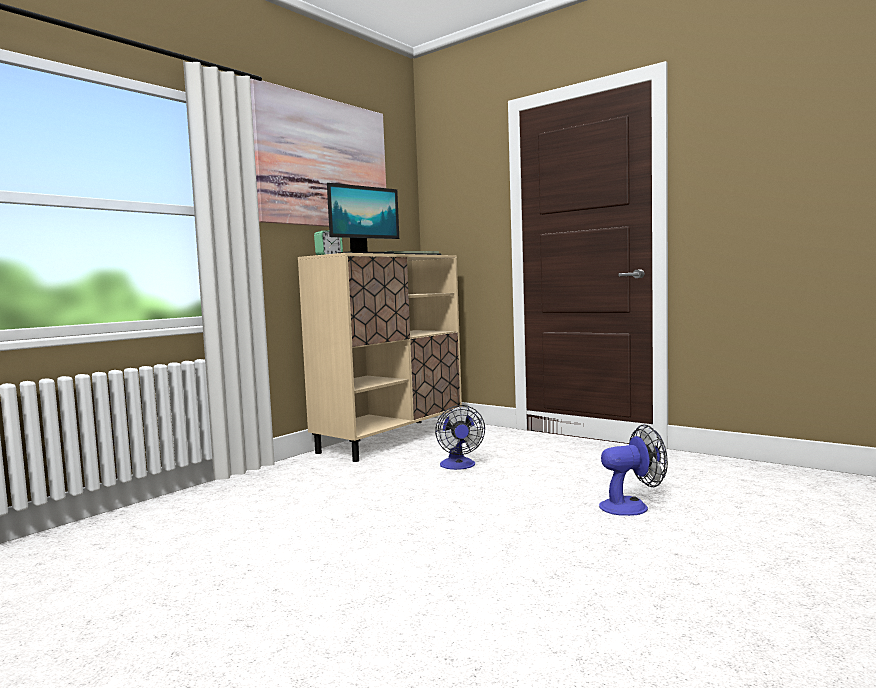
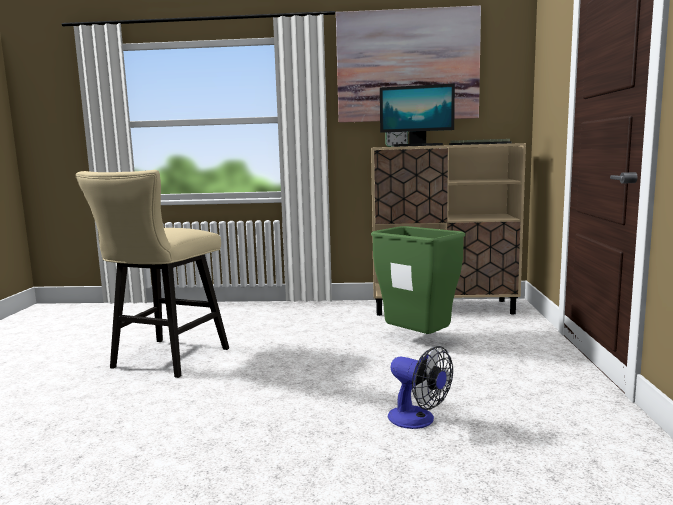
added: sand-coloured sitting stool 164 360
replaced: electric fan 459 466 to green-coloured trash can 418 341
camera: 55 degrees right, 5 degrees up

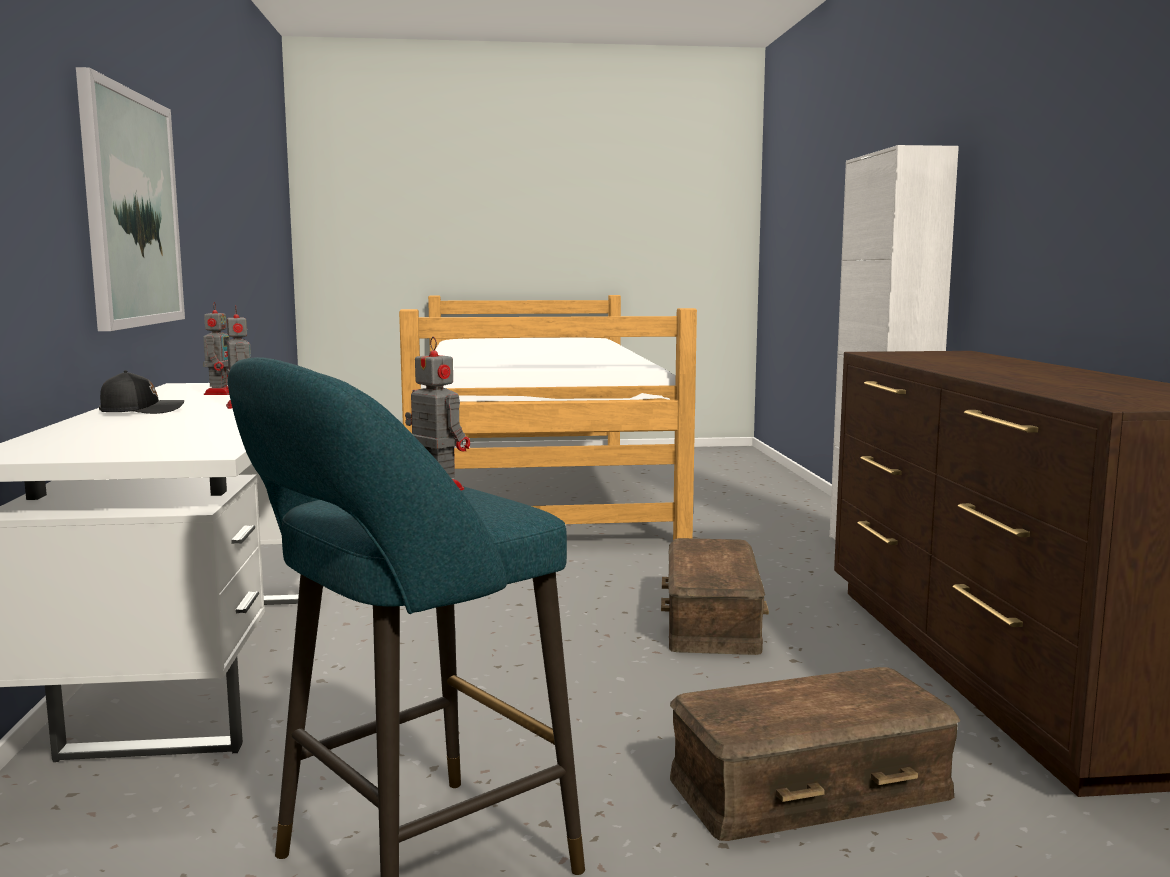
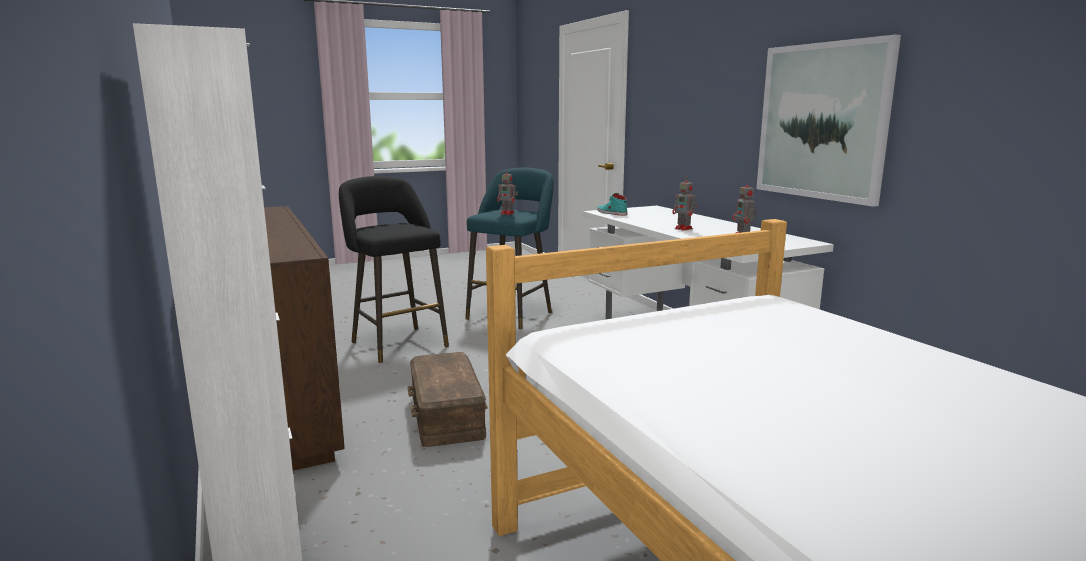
removed: blackish cap 140 411
added: turquoise item of footwear 611 213
replaced: brown storage container 810 788 to blackish sitting stool 397 343
camera: 160 degrees right, 5 degrees up

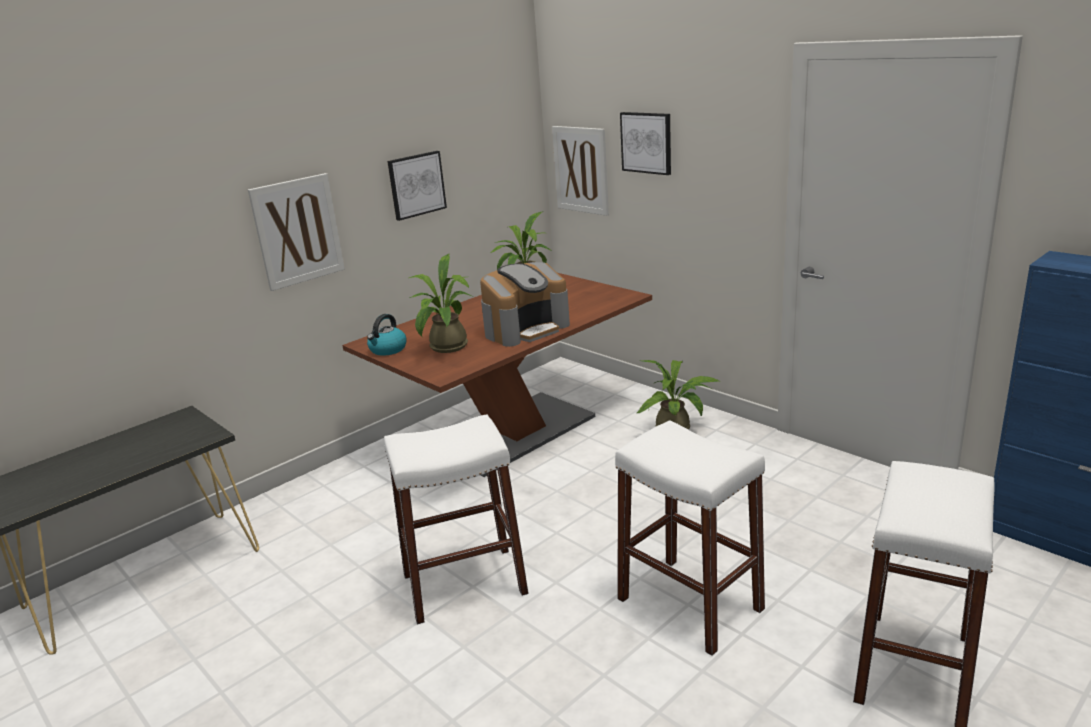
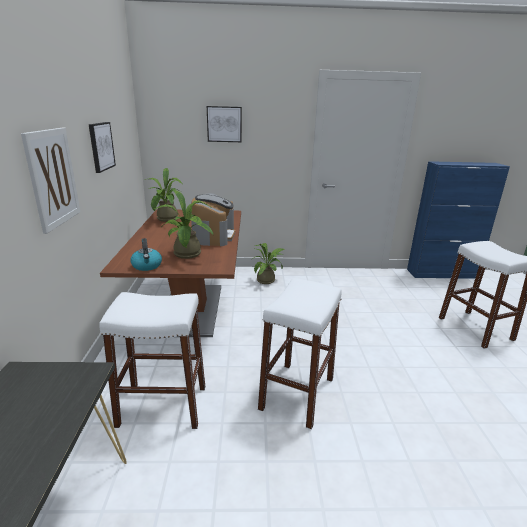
removed: wall picture 581 170
moved: whitish sitting stool 689 604 to 162 406
camera: 50 degrees left, 0 degrees up

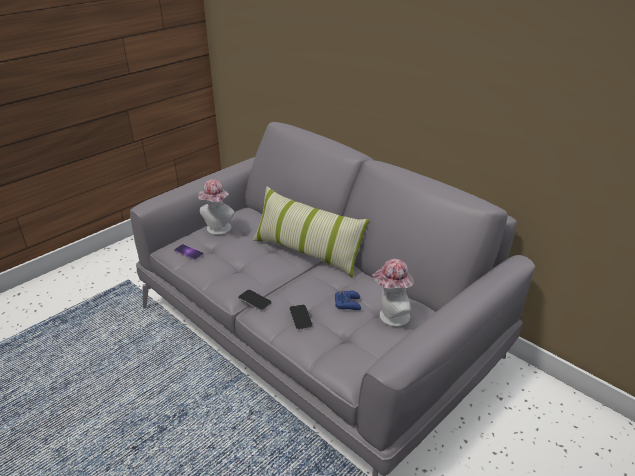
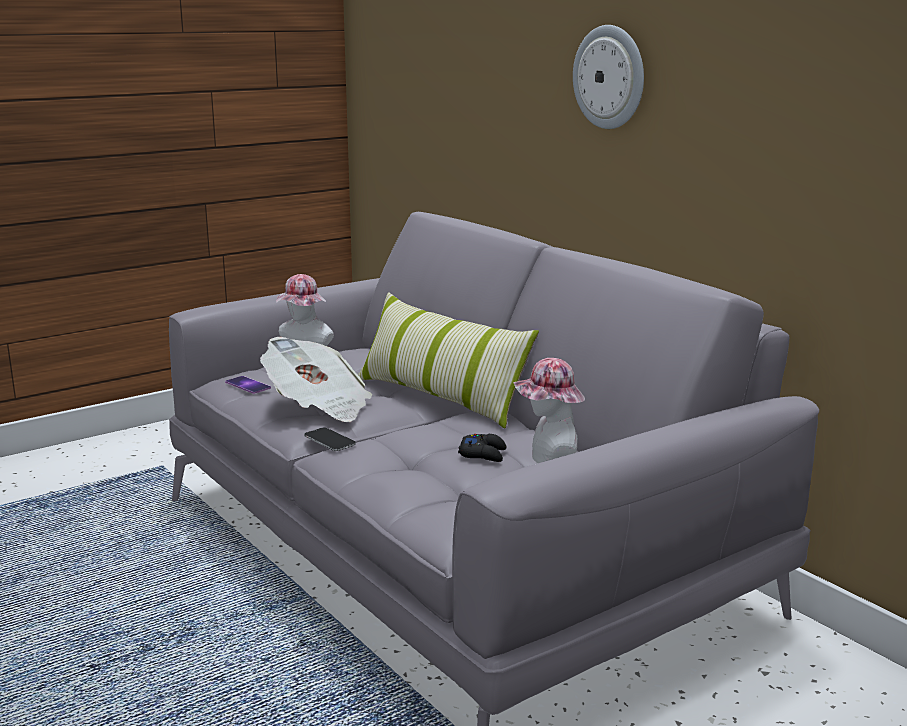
removed: telephone 300 317
added: printed paper 318 406; wall clock 610 77
recoloured: blue game controller 348 303 to blackish game controller 483 454
camera: 10 degrees right, 15 degrees down

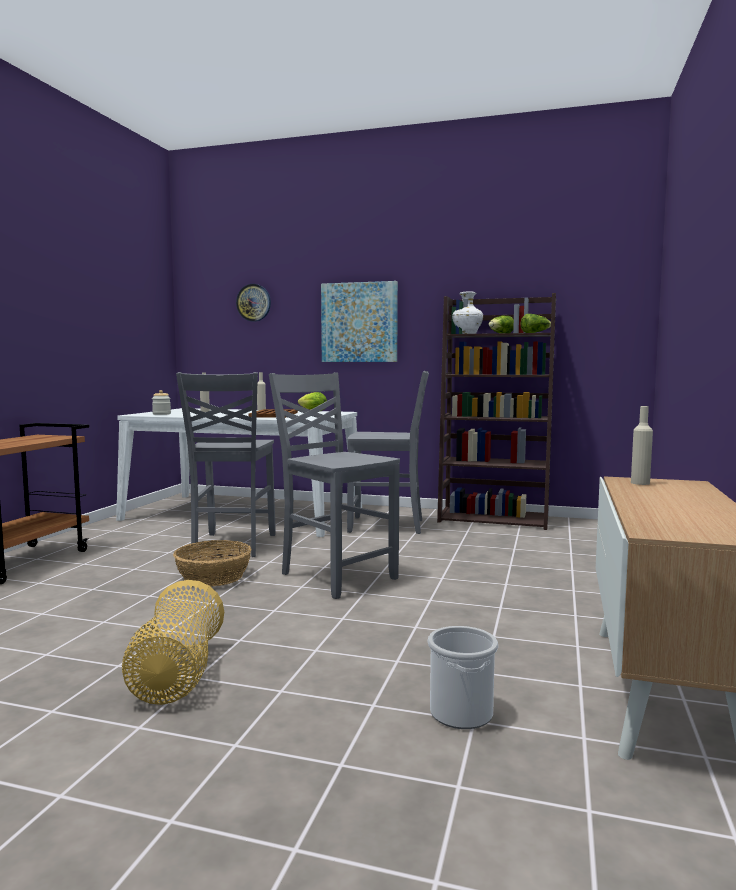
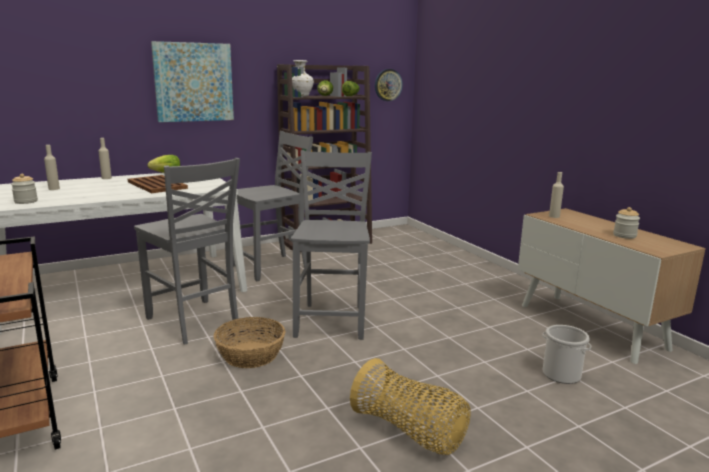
added: jar 624 235
moved: wall clock 254 302 to 388 85
turned: gray upright chair 336 576 = 332 320 90 degrees clockwise
camera: 45 degrees left, 10 degrees up

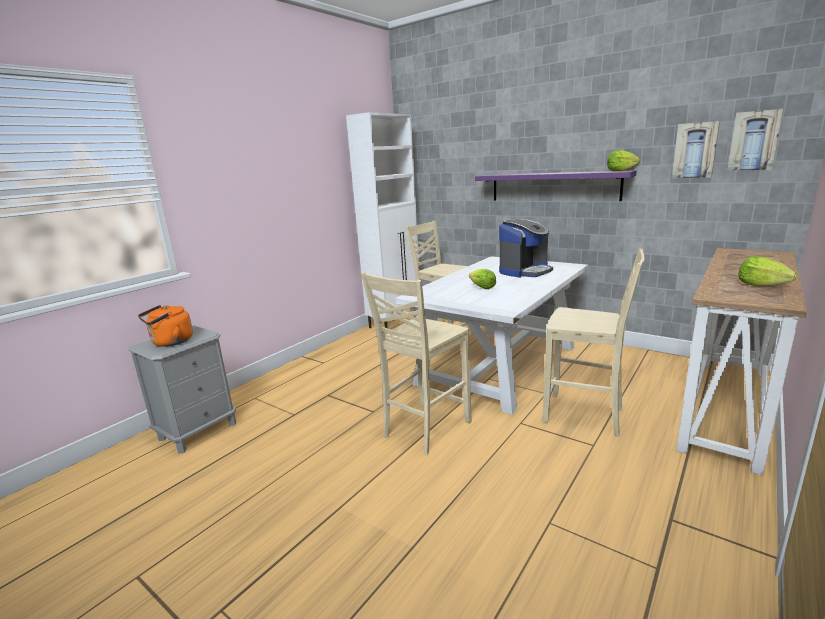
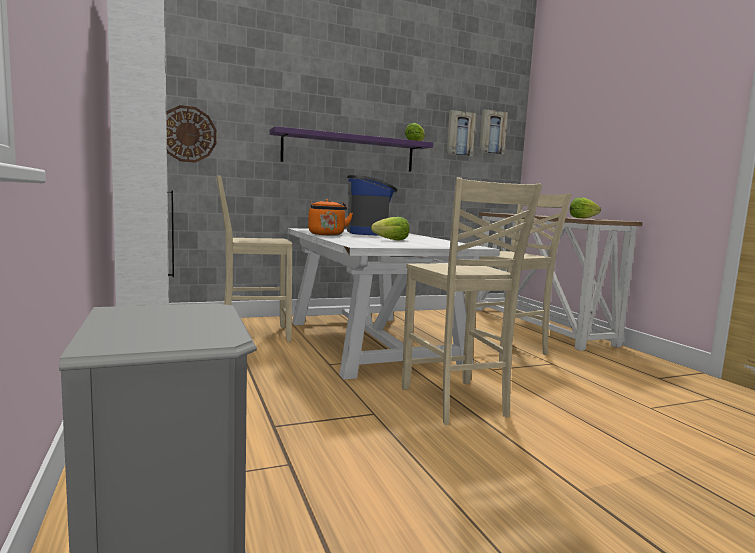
added: wall clock 187 134
moved: orange tea kettle 170 342 to 327 235
camera: 60 degrees left, 10 degrees down

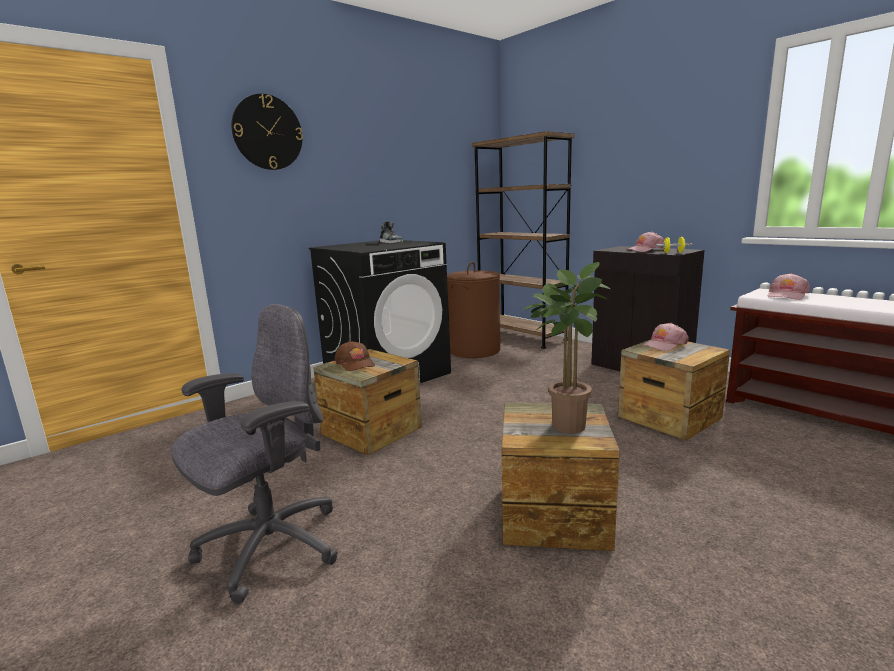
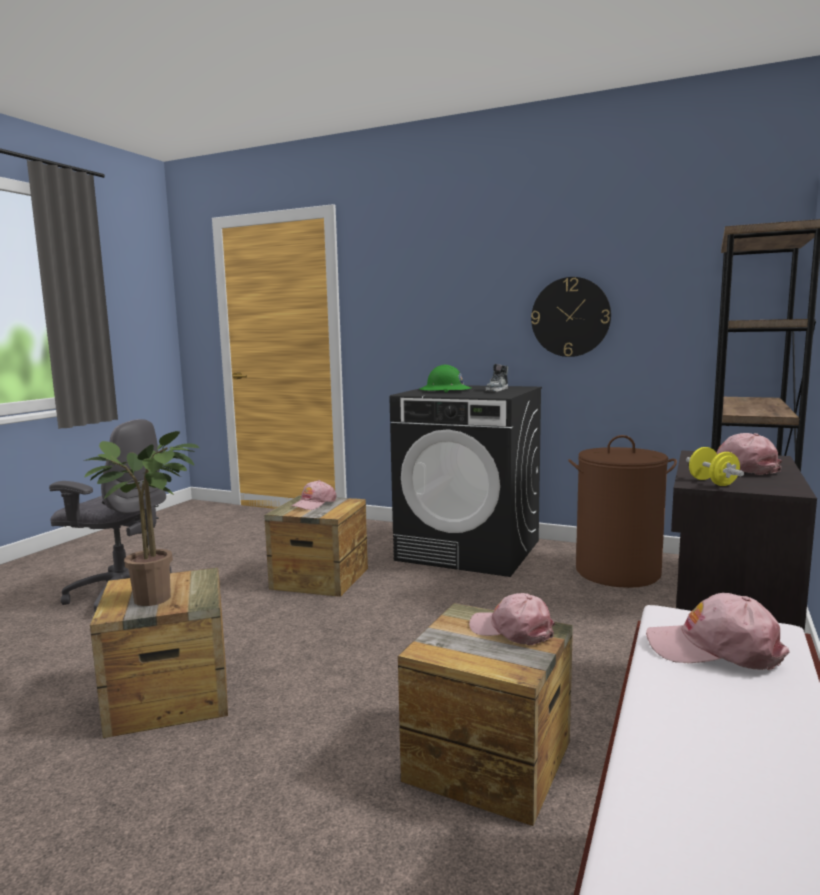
added: green-coloured work helmet 445 390
moved: wall clock 267 132 to 570 317
recoloured: brown cap 355 363 to pink-coloured cap 313 503
camera: 65 degrees right, 5 degrees down

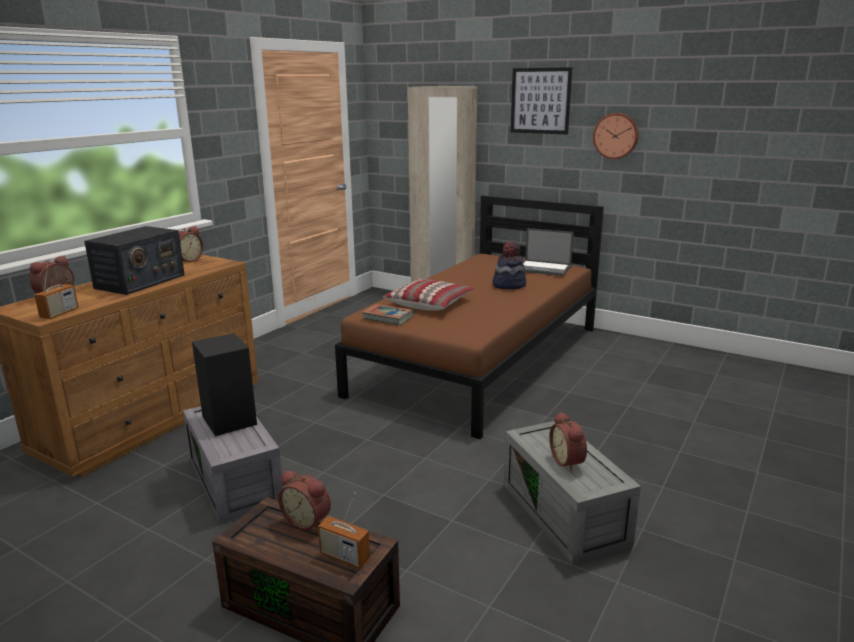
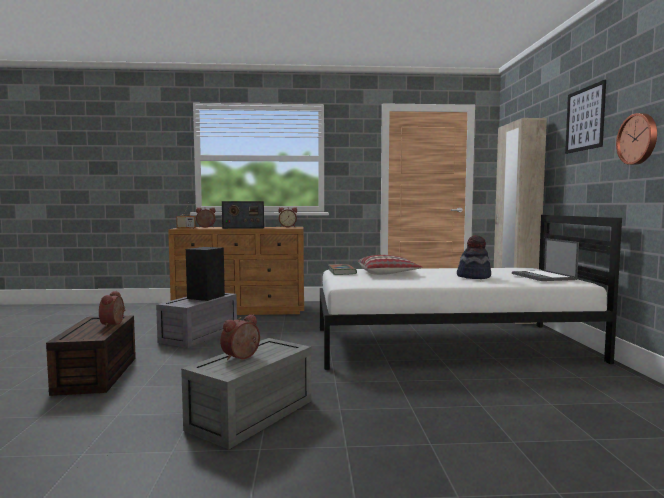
removed: radio set 344 556
recoloured: brown sleeping bed 480 360 to whitish sleeping bed 449 344
camera: 55 degrees right, 15 degrees down

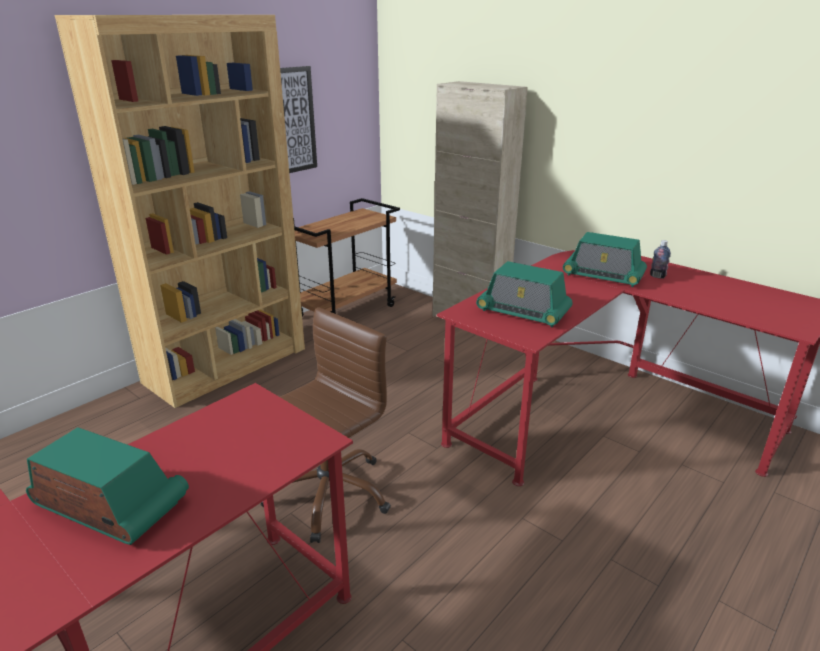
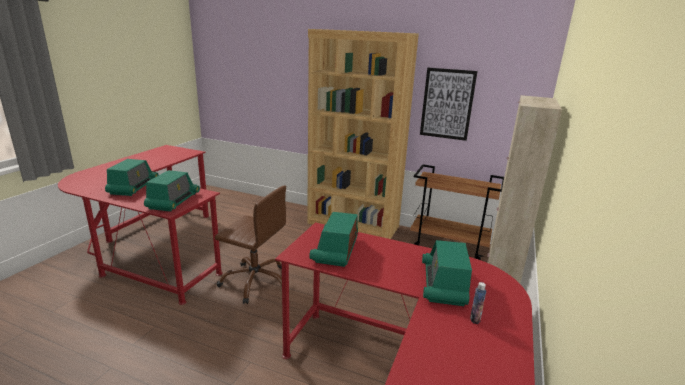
added: radio set 173 201
camera: 70 degrees right, 5 degrees down

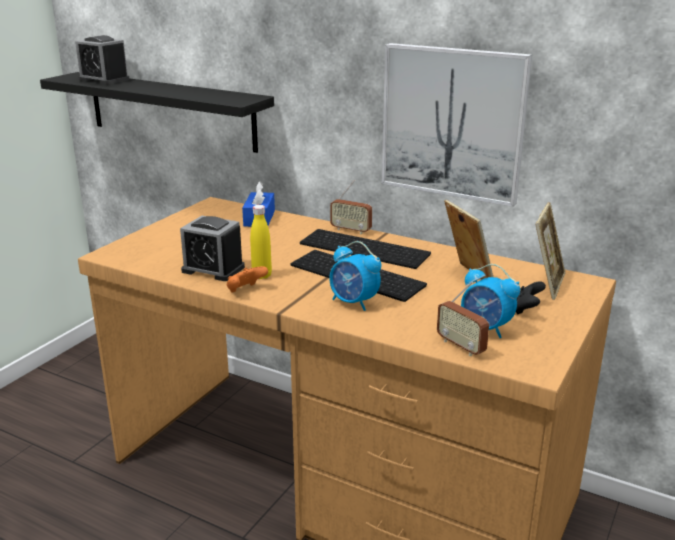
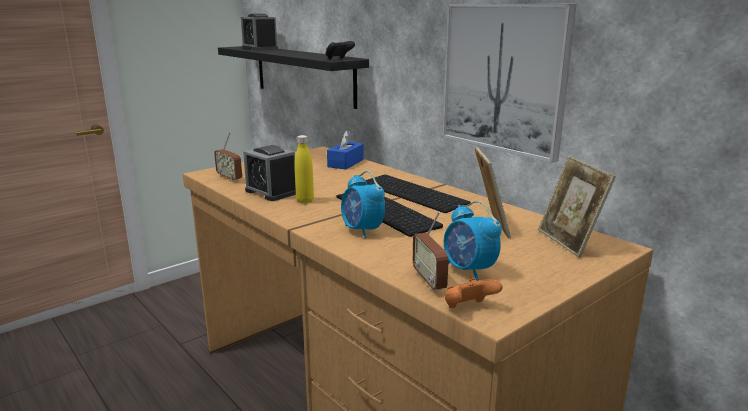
moved: radio set 351 230 to 229 178; blackish game controller 526 310 to 338 59; orange game controller 245 291 to 468 308
turned: photo frame 546 284 = 569 242 120 degrees clockwise
camera: 20 degrees right, 5 degrees down

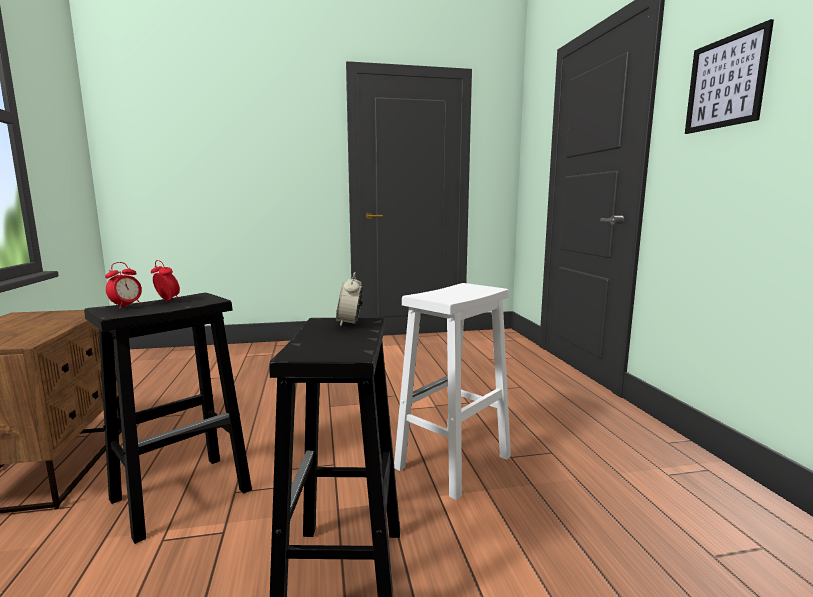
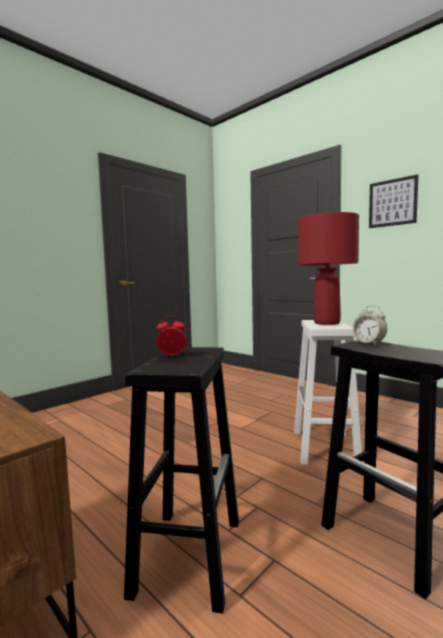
removed: table clock 126 306
added: red-coloured tabletop lamp 327 323
camera: 35 degrees left, 5 degrees down

